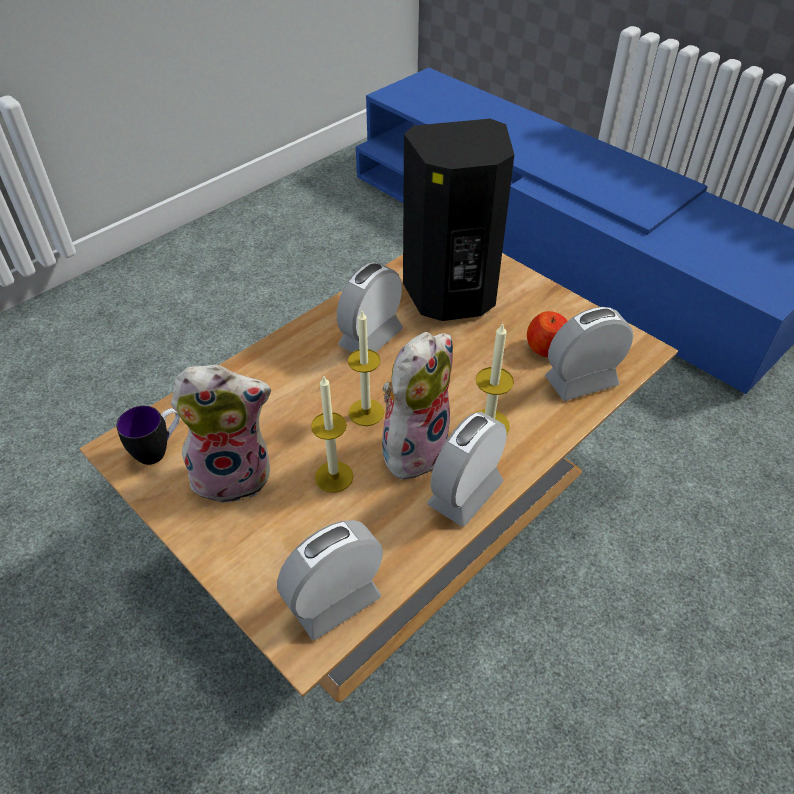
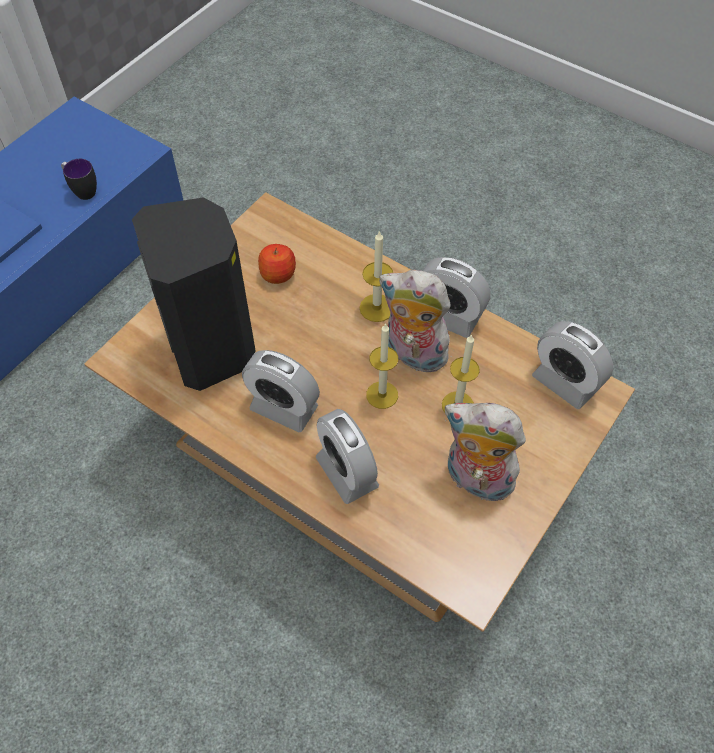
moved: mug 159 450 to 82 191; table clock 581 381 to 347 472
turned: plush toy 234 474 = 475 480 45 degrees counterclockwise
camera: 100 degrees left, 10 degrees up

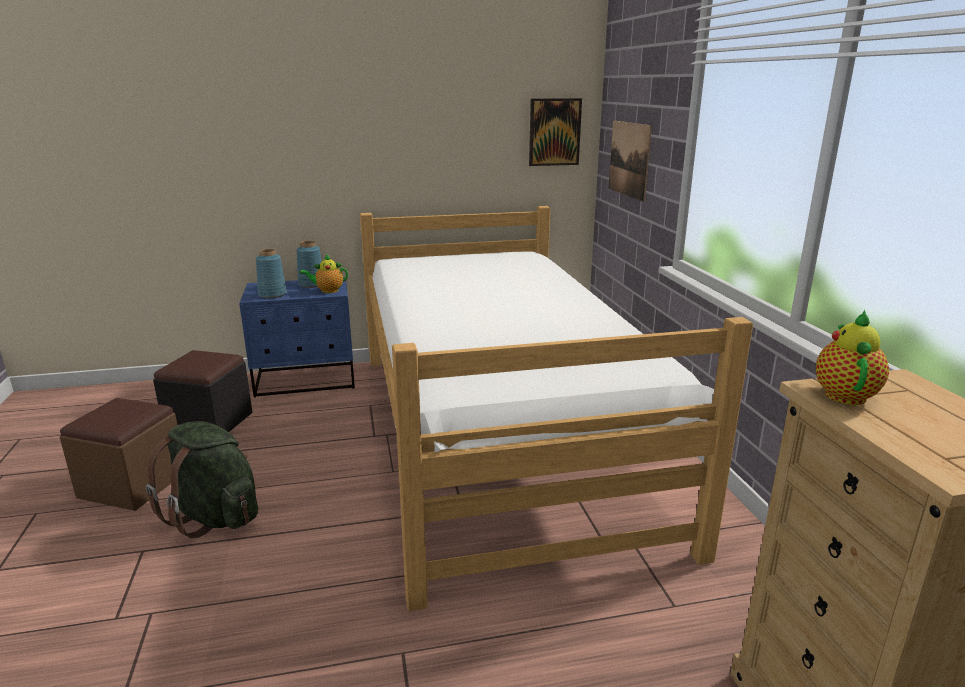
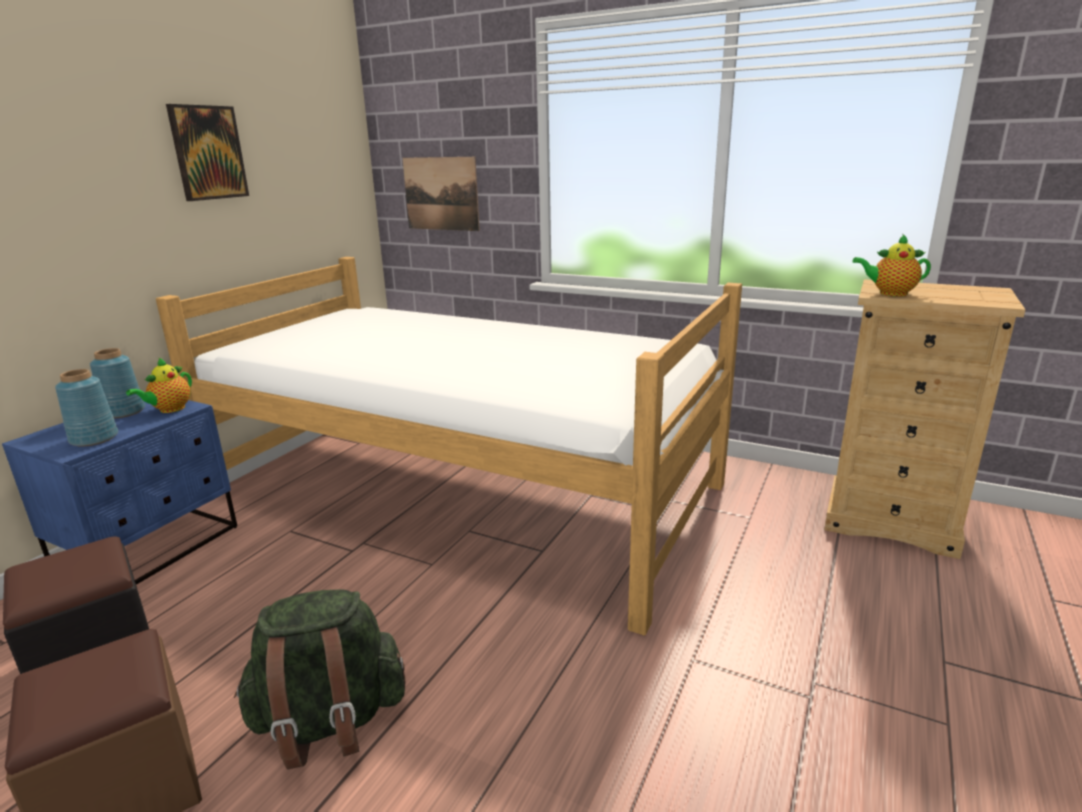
moved: wall picture 554 132 to 208 153
turned: tea pot 844 394 = 889 293 45 degrees counterclockwise
camera: 50 degrees left, 0 degrees up

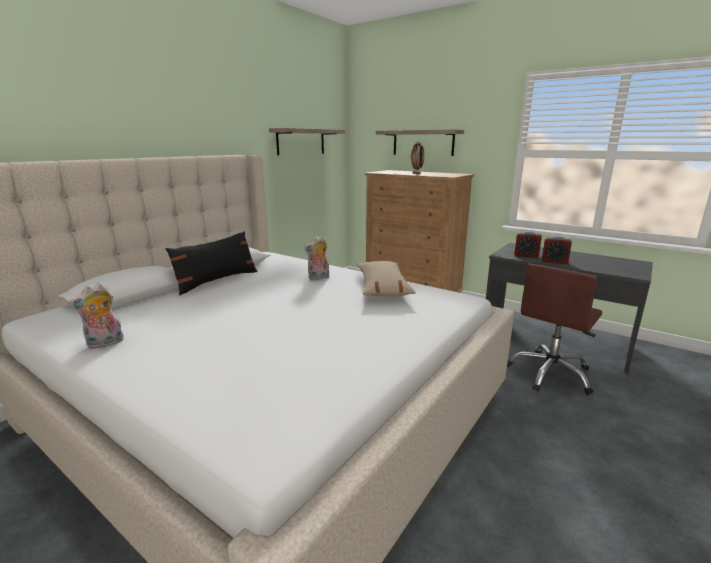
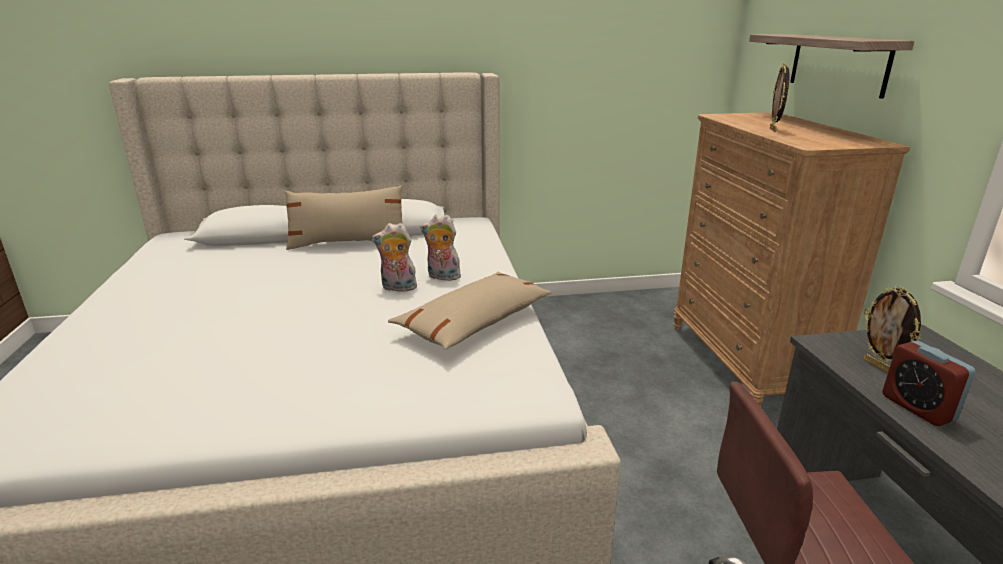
removed: bracket shelf 301 142
moved: plush toy 105 344 to 397 288
replaced: table clock 526 255 to photo frame 879 367
recoloured: blackish cushion 217 281 to sand-coloured cushion 348 243
camera: 45 degrees right, 5 degrees up

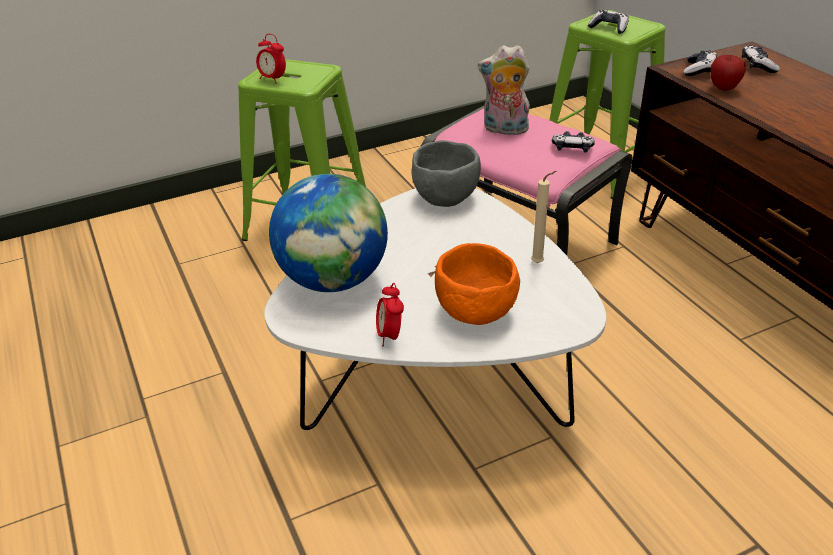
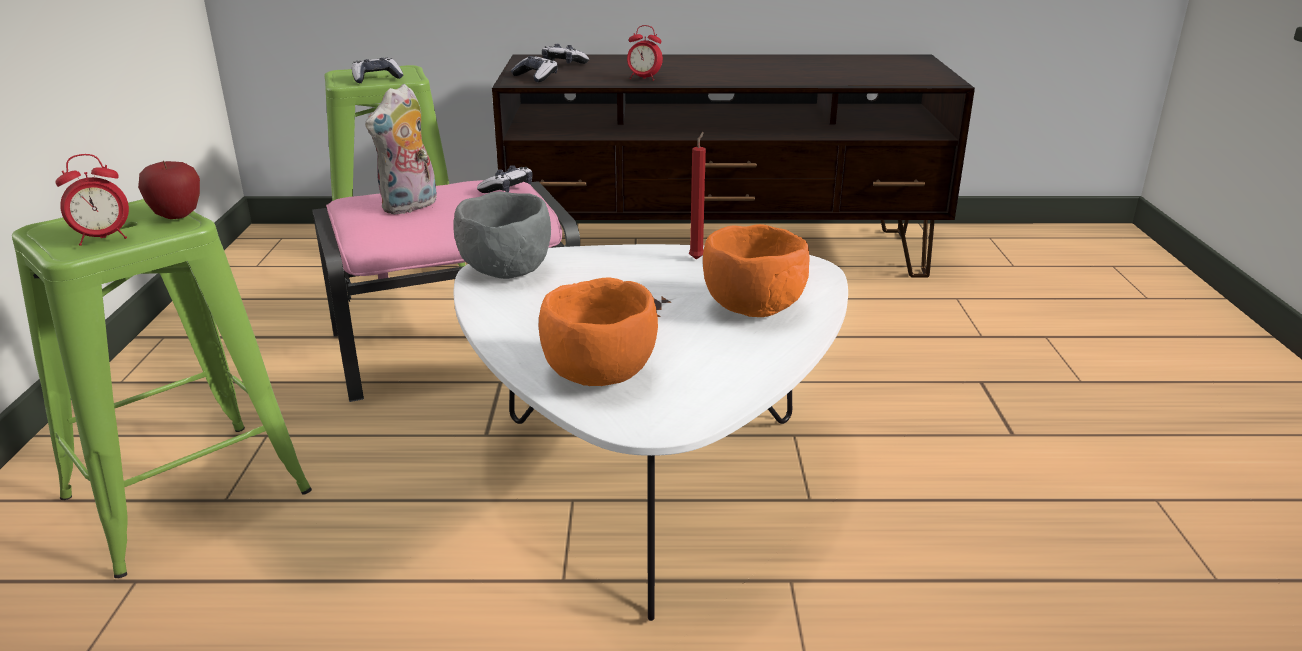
moved: apple fruit 723 88 to 177 216; table clock 390 336 to 644 79
replaced: globe 334 280 to orange bowl 601 375
recoloured: sand-coloured candle 539 263 to red-coloured candle 697 258
camera: 65 degrees left, 10 degrees down

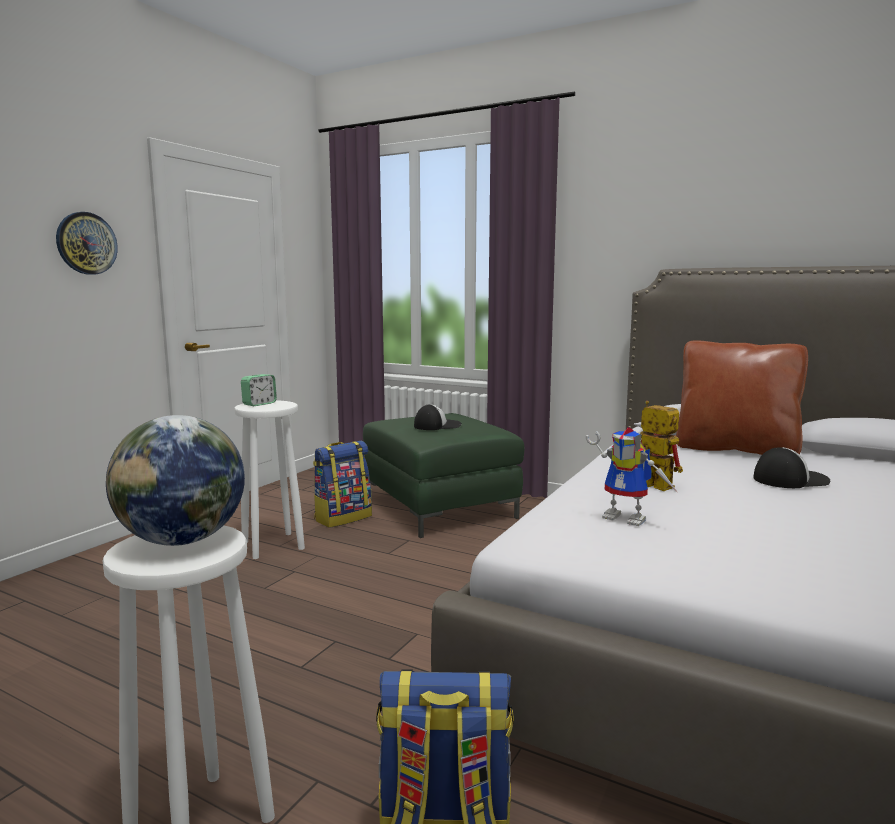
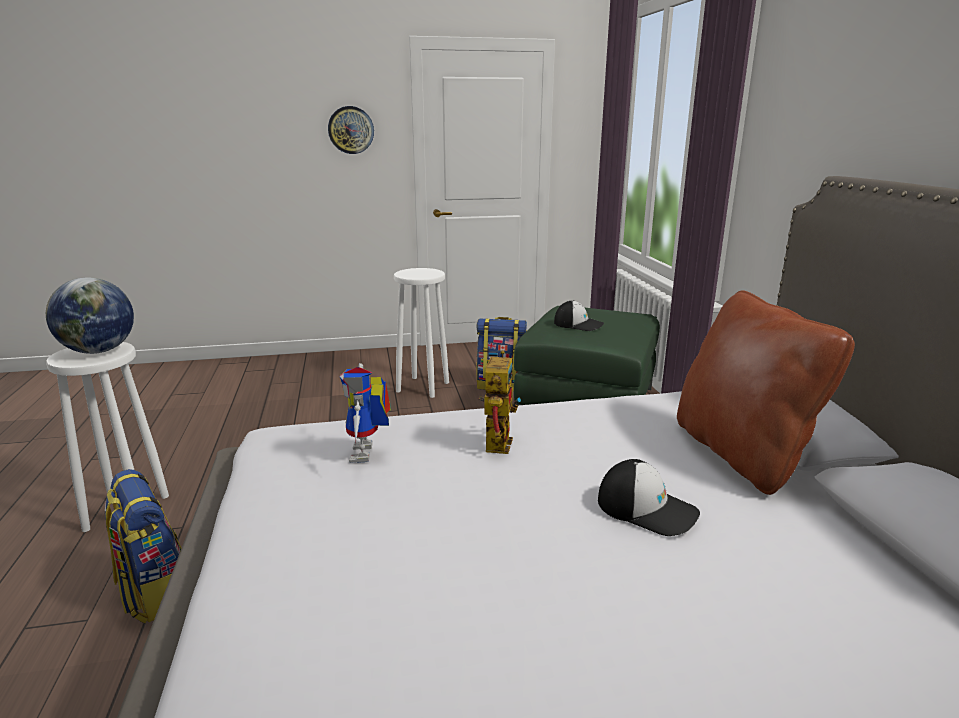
removed: table clock 259 404
camera: 50 degrees right, 10 degrees up

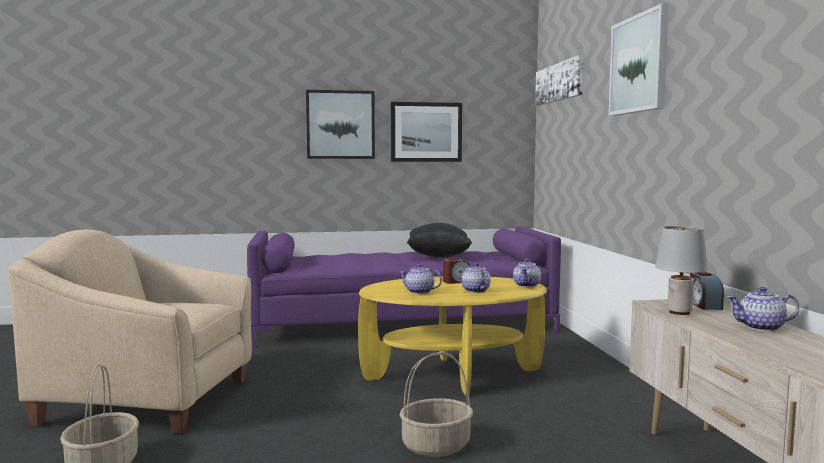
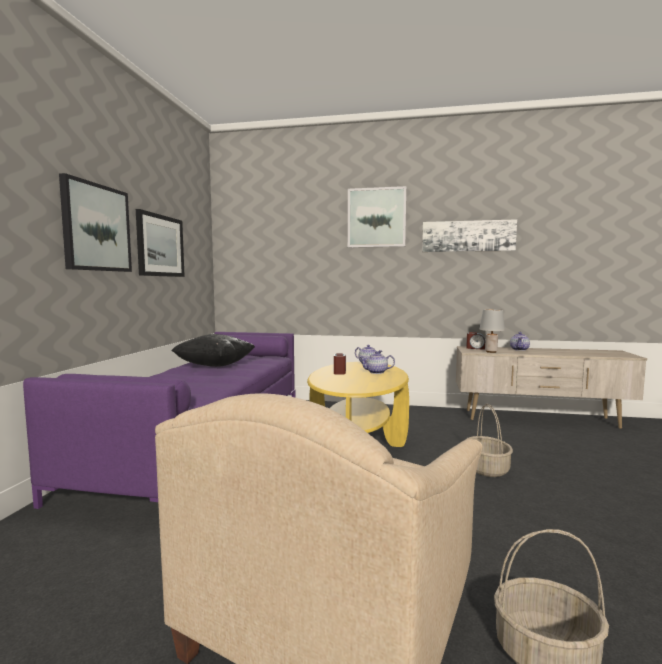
removed: tea pot 419 292
moved: wall picture 559 82 to 468 236
camera: 70 degrees left, 0 degrees up

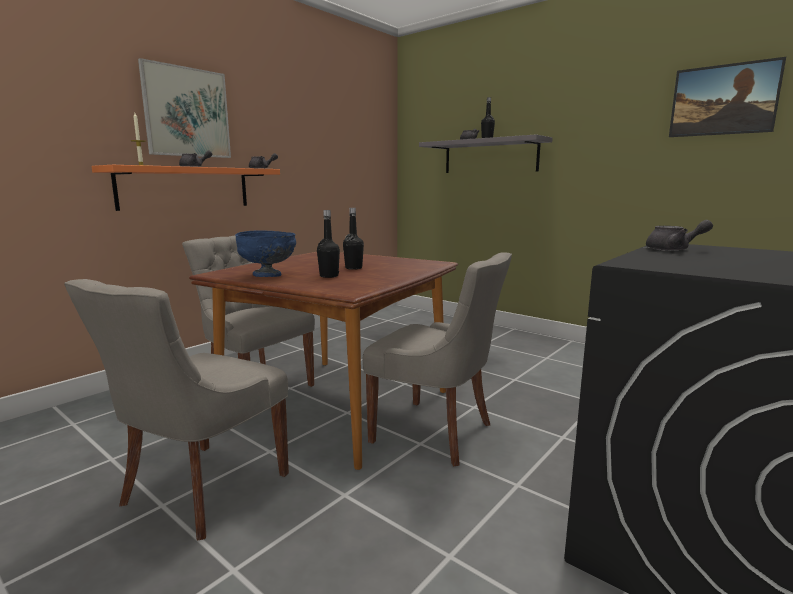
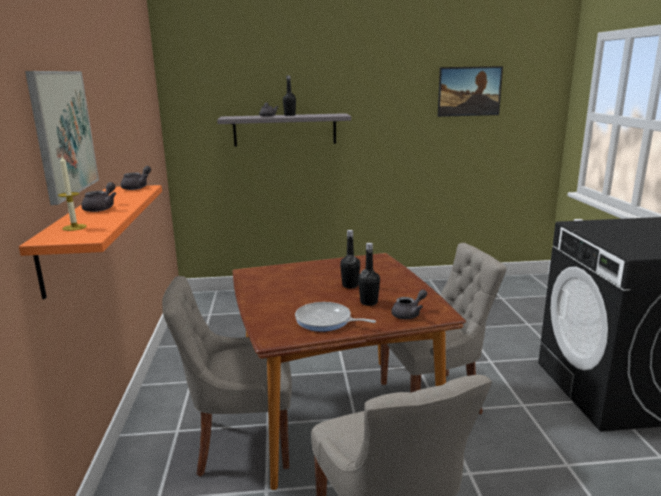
moved: gray tea pot 673 249 to 409 314
replaced: blue bowl 267 275 to skillet 326 321
camera: 45 degrees left, 5 degrees up

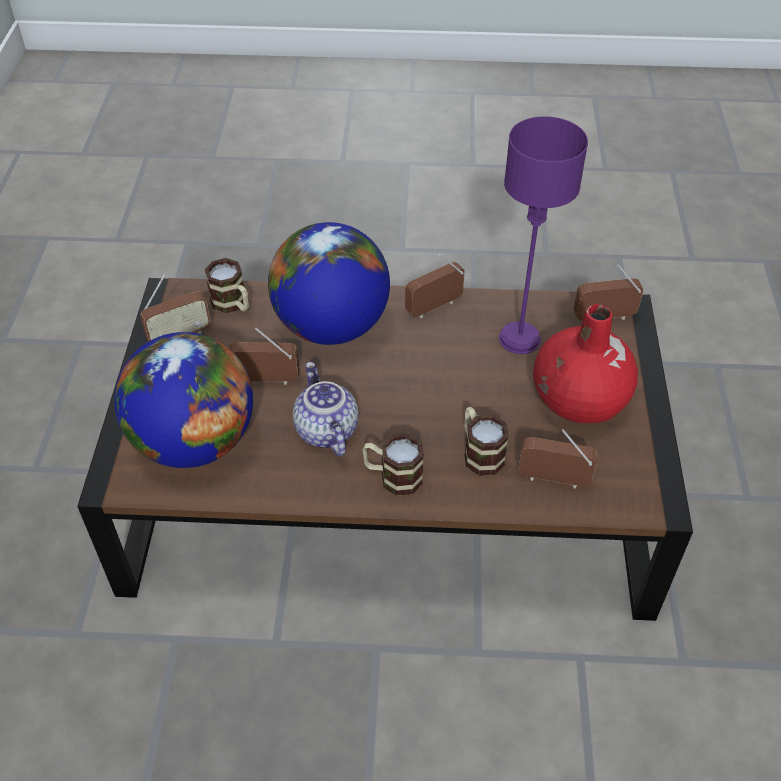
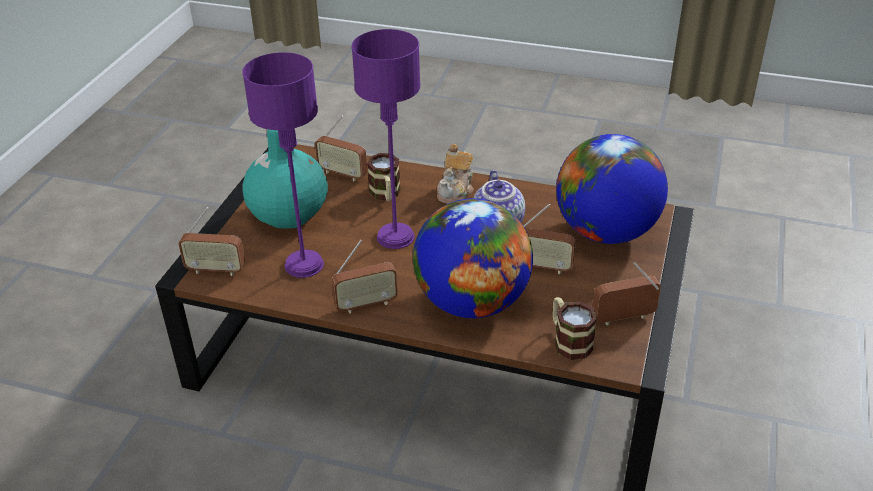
added: purple tabletop lamp 395 236
replaced: mug 392 476 to tea pot 456 191
recoloured: red-coloured flower vase 579 401 to turquoise flower vase 289 214
camera: 165 degrees left, 10 degrees down

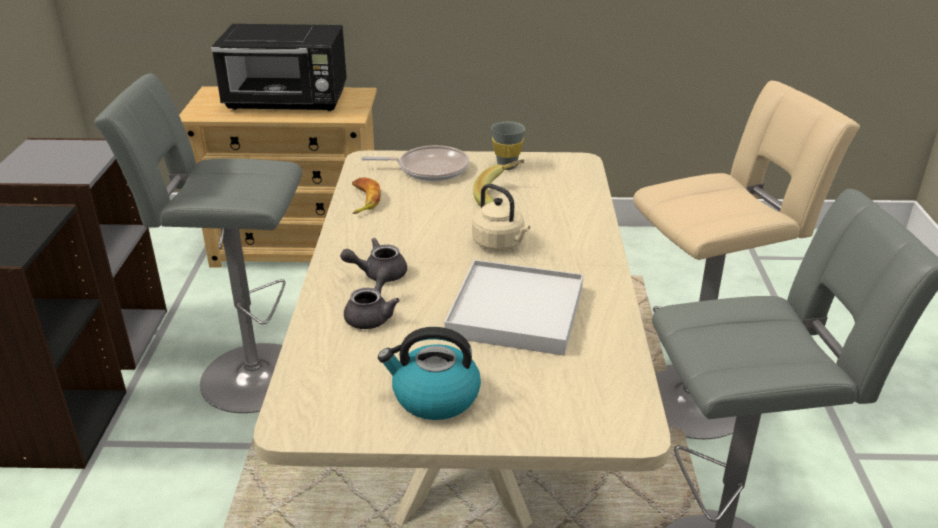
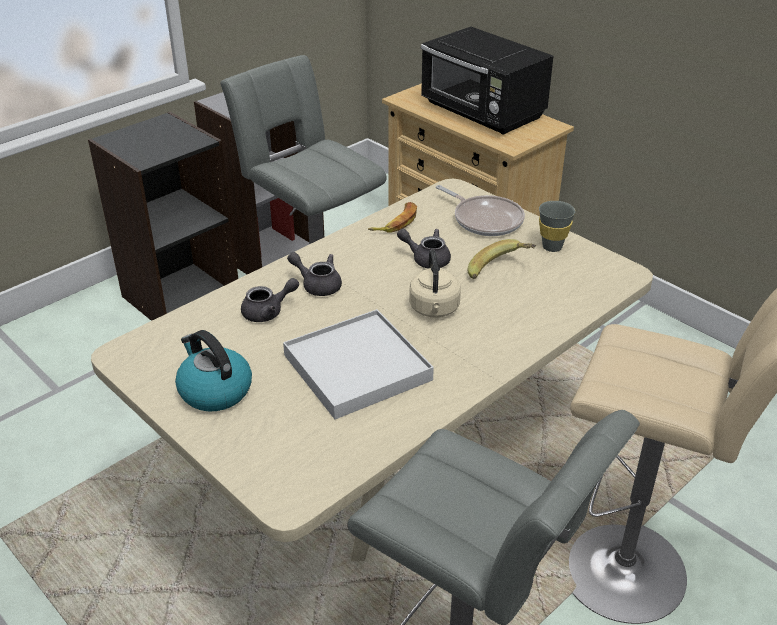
added: gray tea pot 426 259
camera: 45 degrees right, 5 degrees up

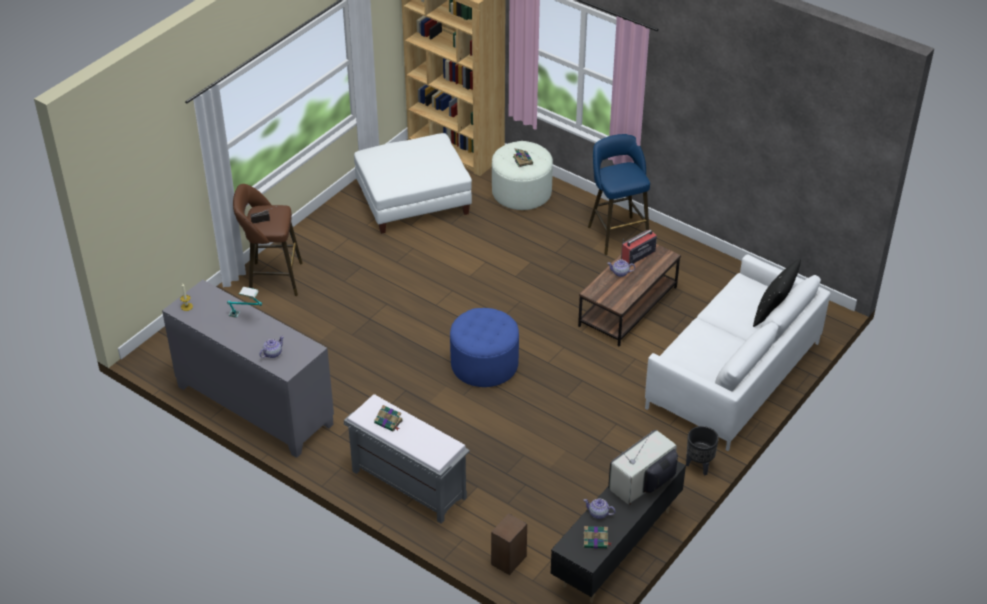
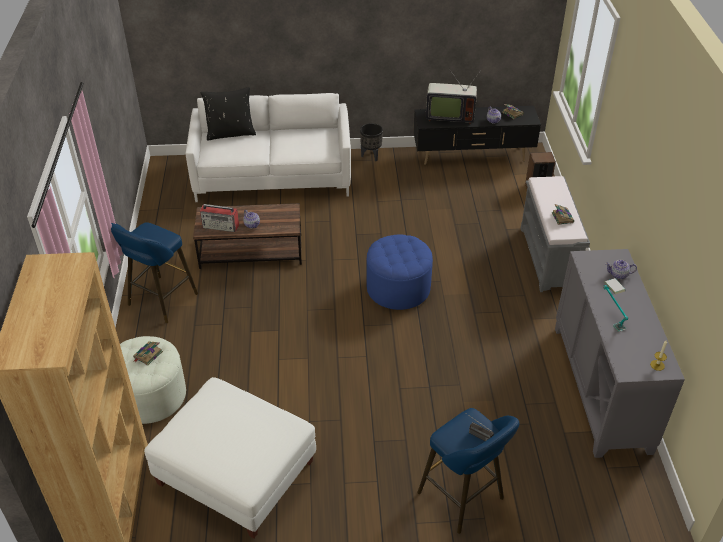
recoloured: brown sitting stool 272 279 to blue sitting stool 464 498
camera: 130 degrees left, 0 degrees up

